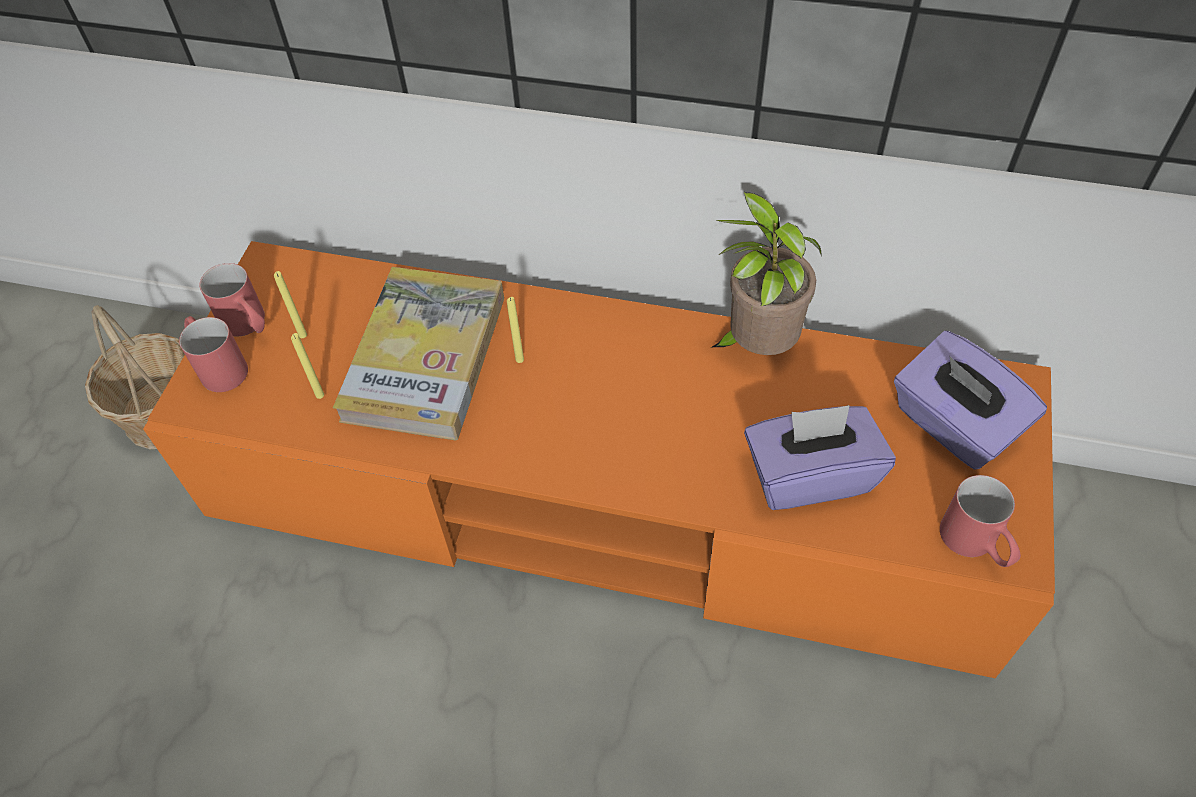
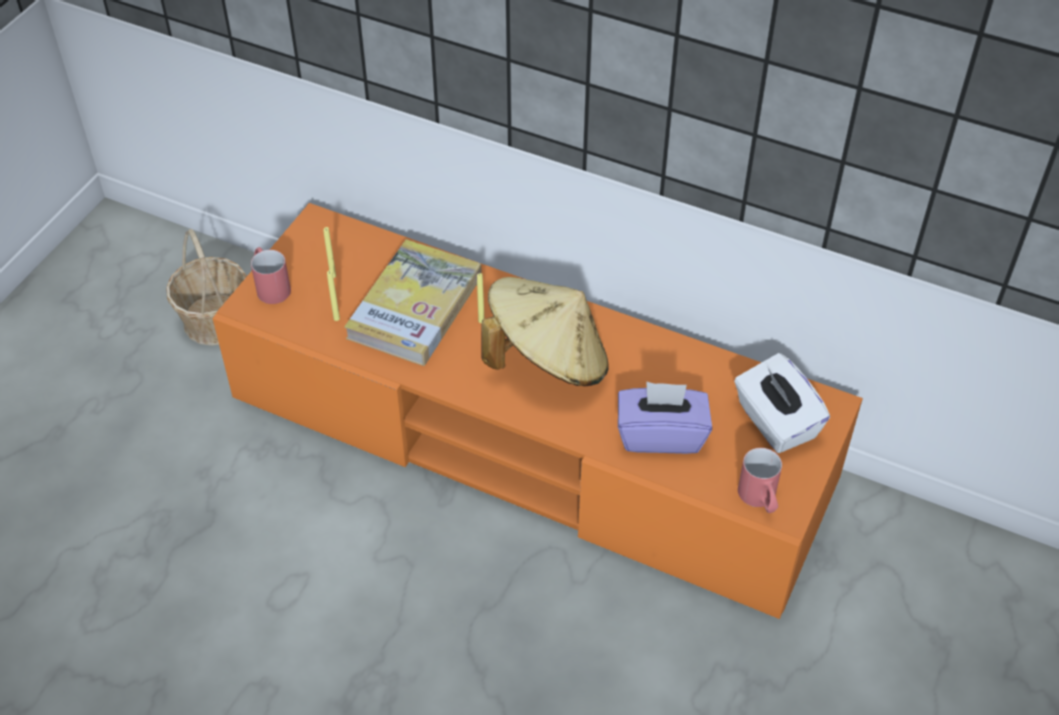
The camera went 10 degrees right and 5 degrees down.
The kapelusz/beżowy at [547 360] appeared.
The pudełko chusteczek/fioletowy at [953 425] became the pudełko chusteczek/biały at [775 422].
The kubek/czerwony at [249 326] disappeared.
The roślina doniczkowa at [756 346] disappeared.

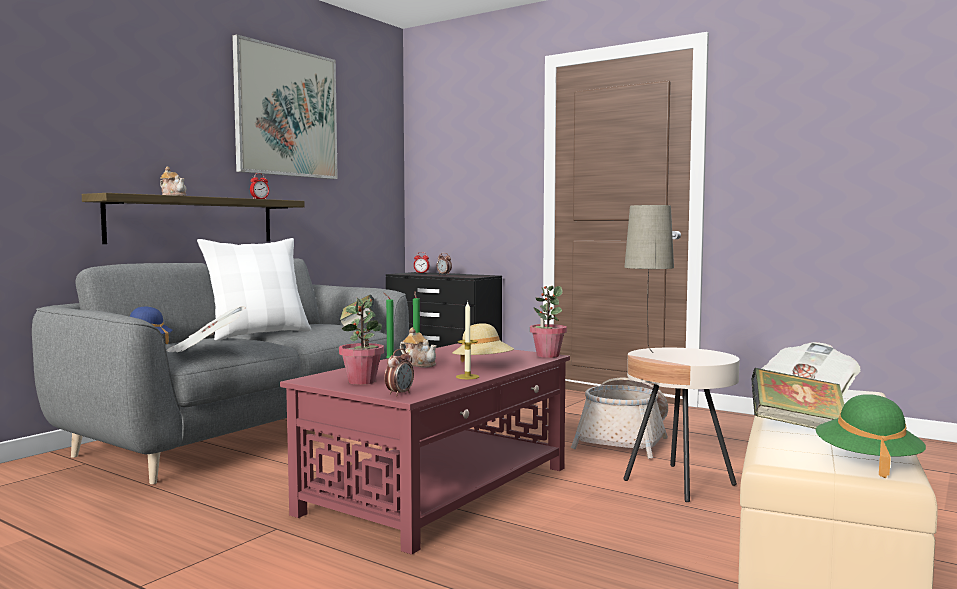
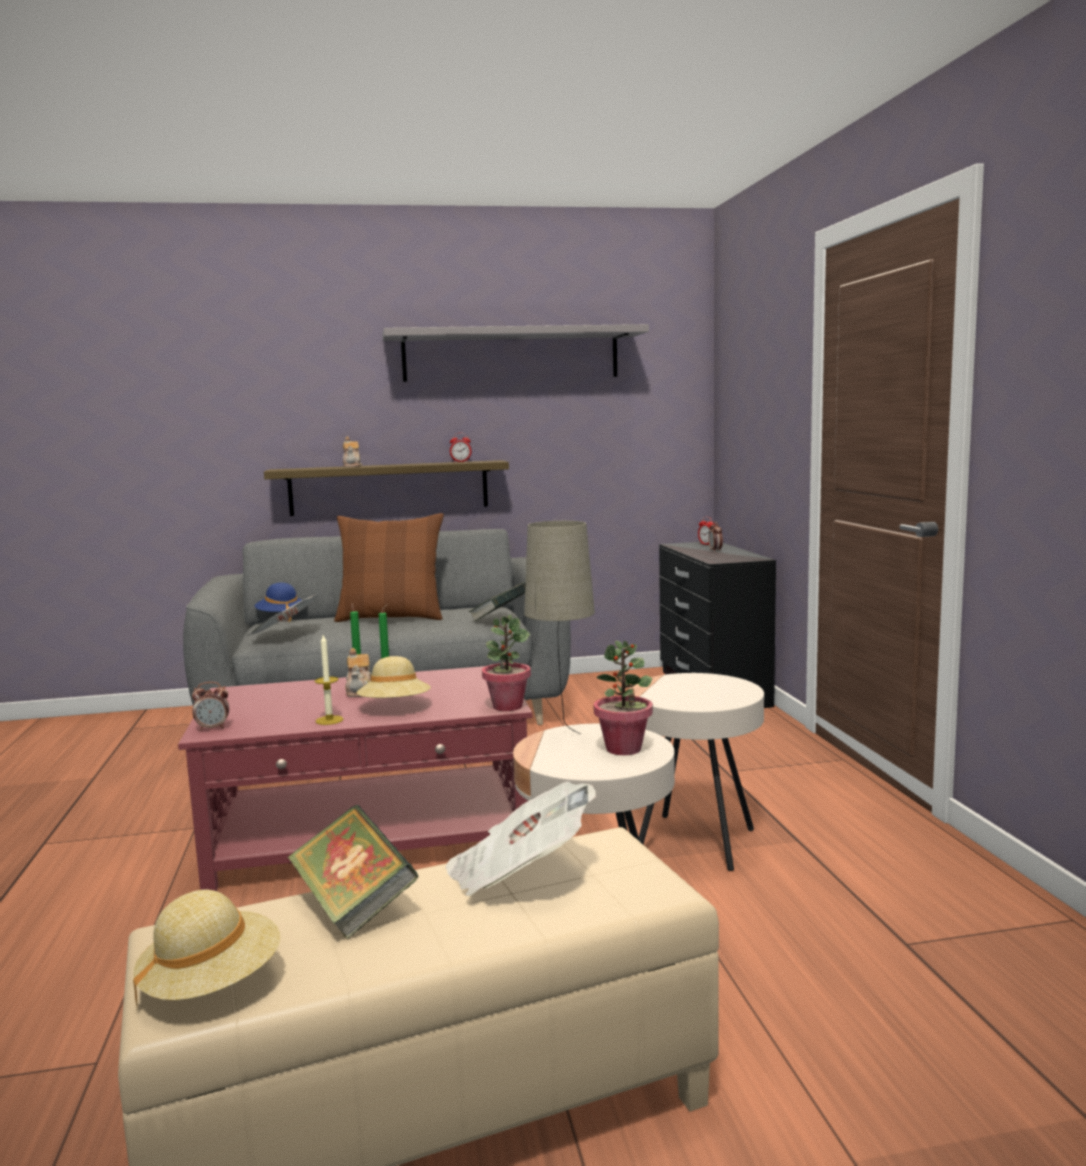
The camera went 45 degrees right and 5 degrees up.
The kapelusz/zielony at [867 462] became the kapelusz/beżowy at [211 984].
The poduszka/biały at [258 334] became the poduszka/brązowy at [391 617].
The obraz at [286 112] was replaced by the półka/szary at [511 355].
The roślina doniczkowa moved from [362 381] to [624 749].
The koszyk at [624 440] was replaced by the stolik/beżowy at [695 842].

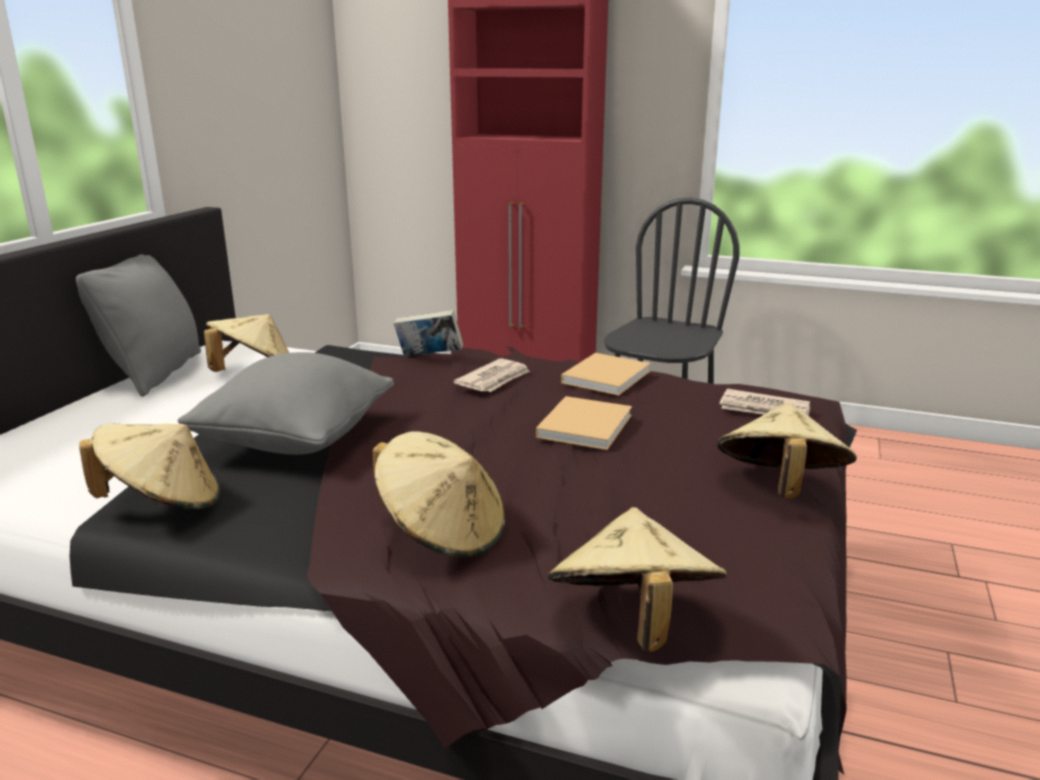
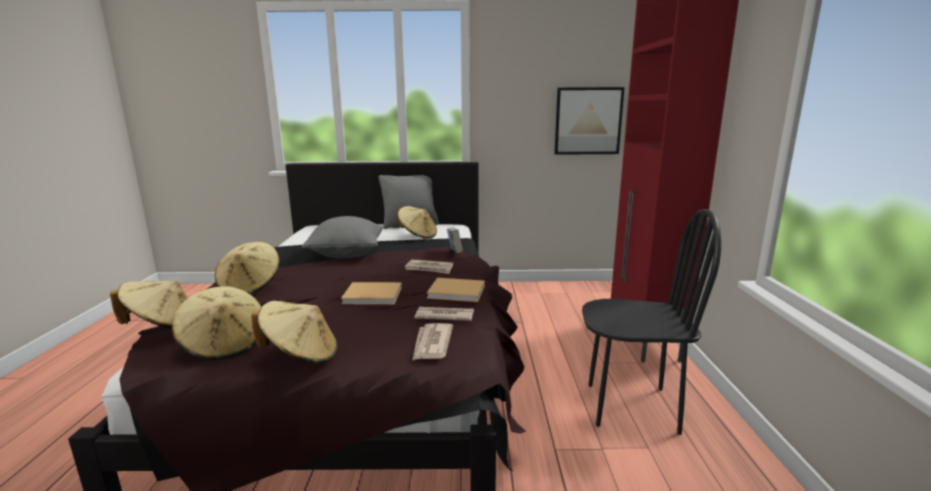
The camera went 70 degrees right and 5 degrees down.
The kapelusz/beżowy moved from [163 503] to [225 345].
The gazeta at [444 316] appeared.
The obraz at [588 121] appeared.

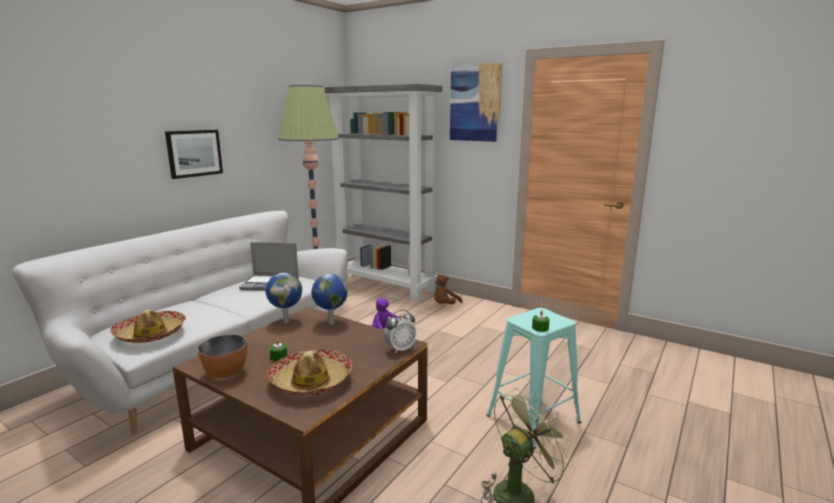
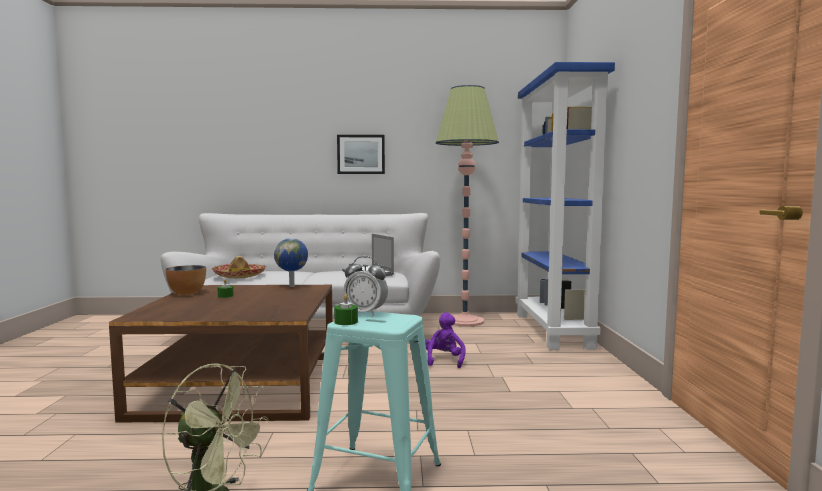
The camera went 55 degrees right and 10 degrees down.
The budzik moved from [400 349] to [366 313].
The regał/szary at [386 285] became the regał/niebieski at [553 330].
The kapelusz at [311 381] disappeared.
The globus at [330 323] disappeared.
The pluszak/brązowy at [445 305] disappeared.
The obraz at [475 103] disappeared.

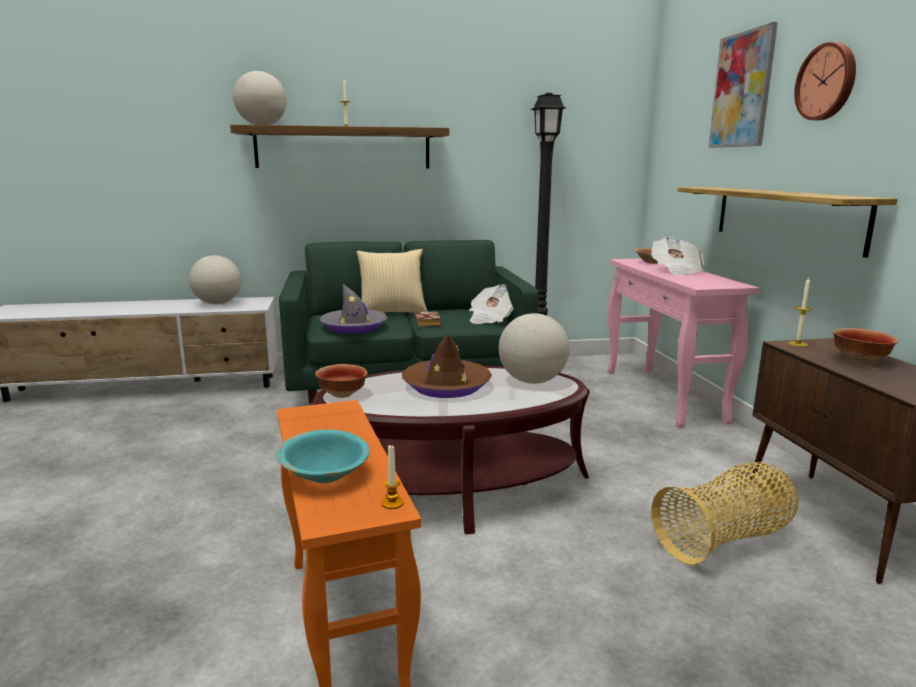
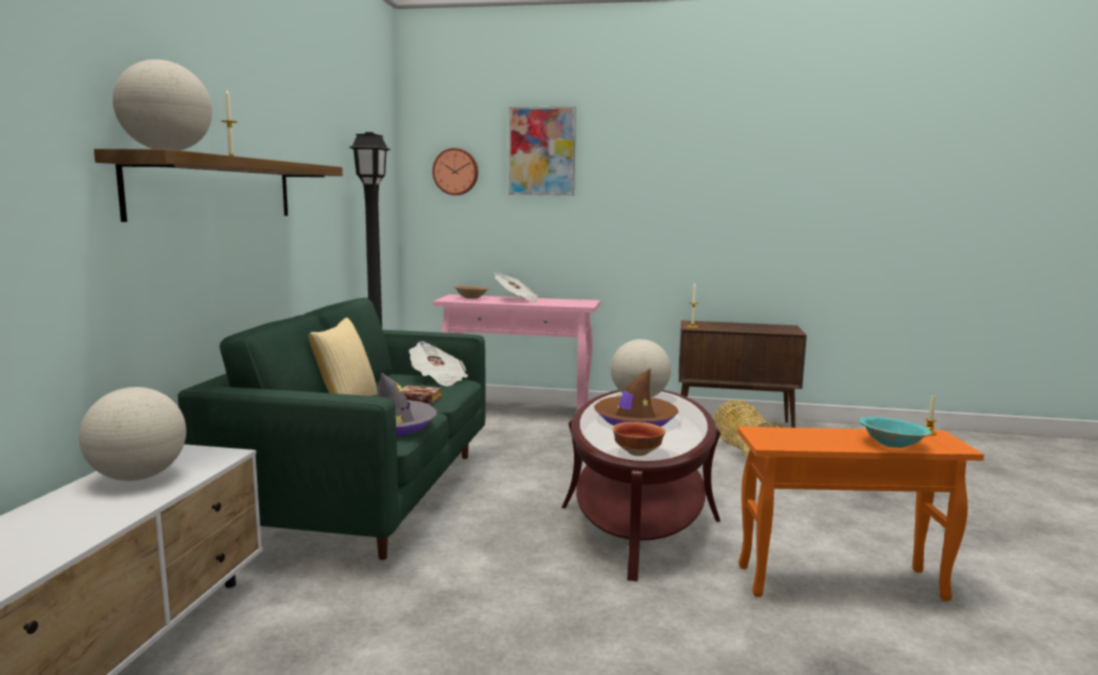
The camera went 70 degrees left and 5 degrees down.
The zegar ścienny moved from [827 82] to [456 171].
The półka at [785 217] disappeared.
The miska at [860 360] disappeared.

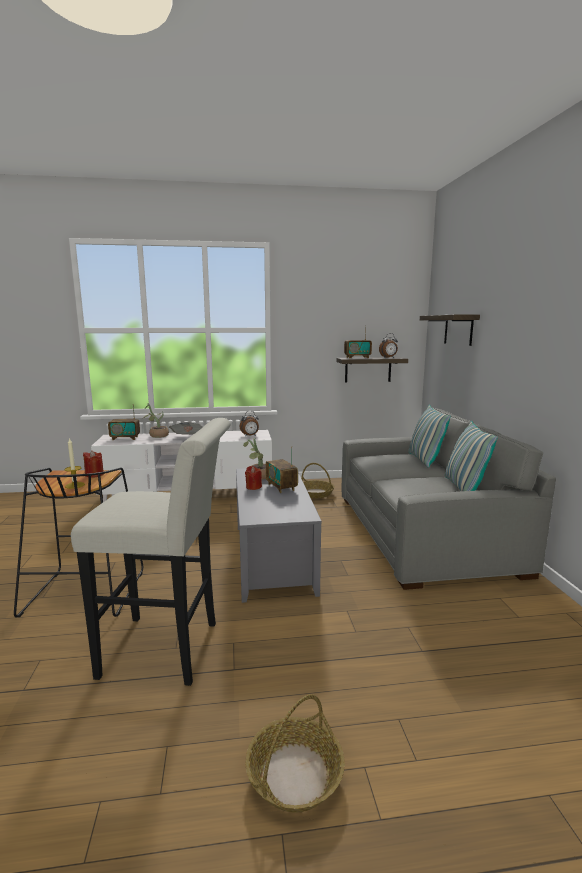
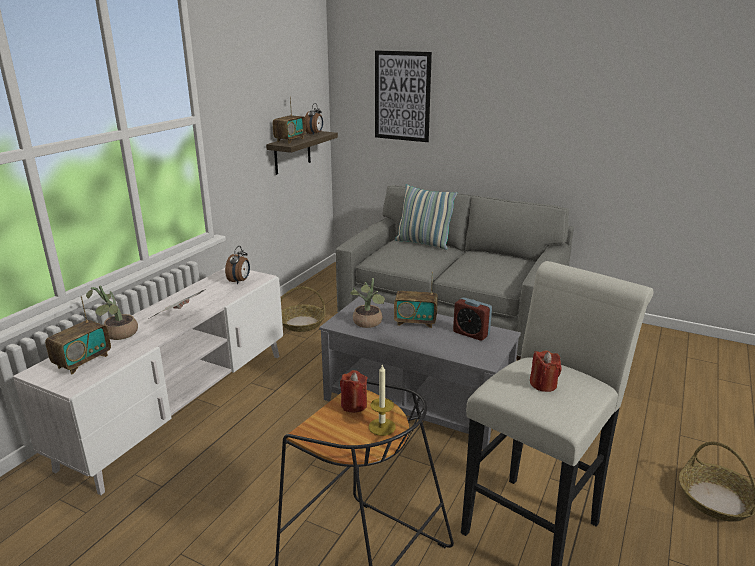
The camera went 55 degrees left and 10 degrees up.
The półka at [458 329] was replaced by the obraz at [402 96].
The budzik at [471 333] appeared.
The świeca/czerwony moved from [253 487] to [543 384].
The poduszka at [464 487] disappeared.

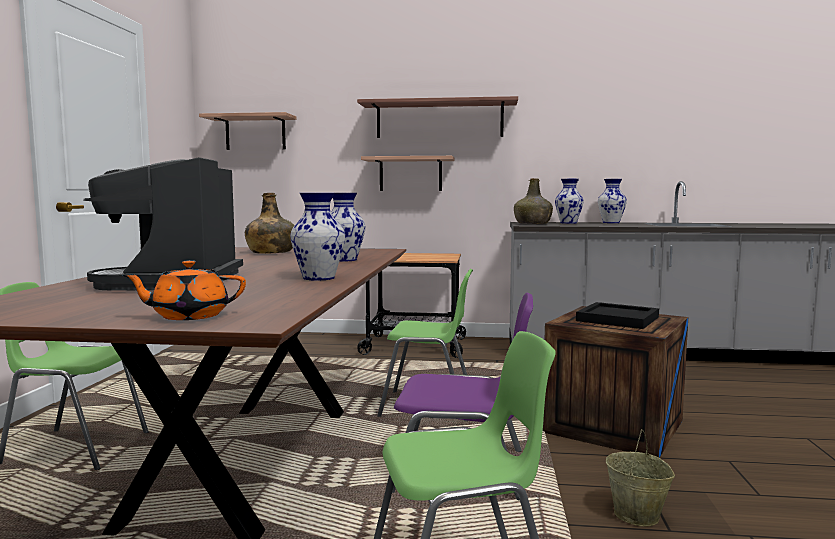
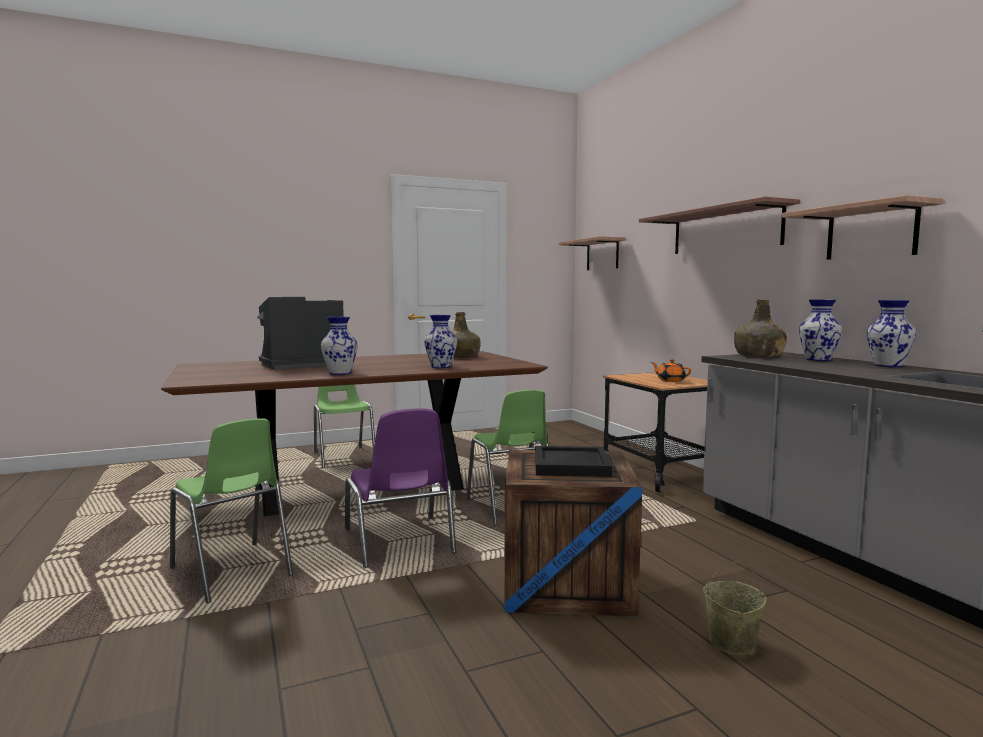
The camera went 60 degrees right and 0 degrees up.
The imbryk/pomarańczowy moved from [189 316] to [670 380].
The wiadro/beżowy moved from [637 515] to [731 643].
The półka moved from [410 174] to [871 232].

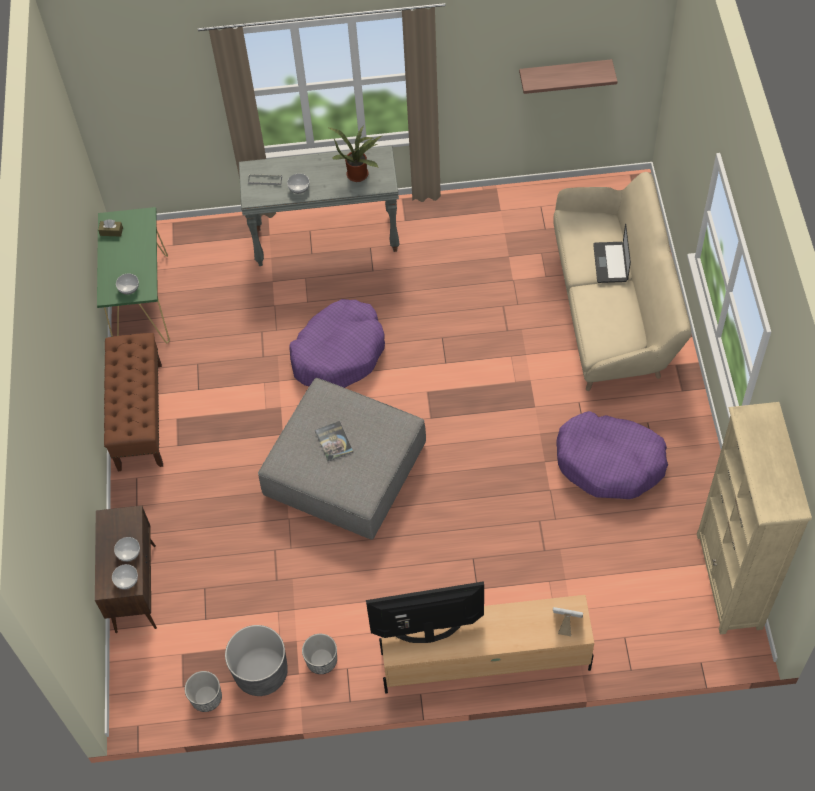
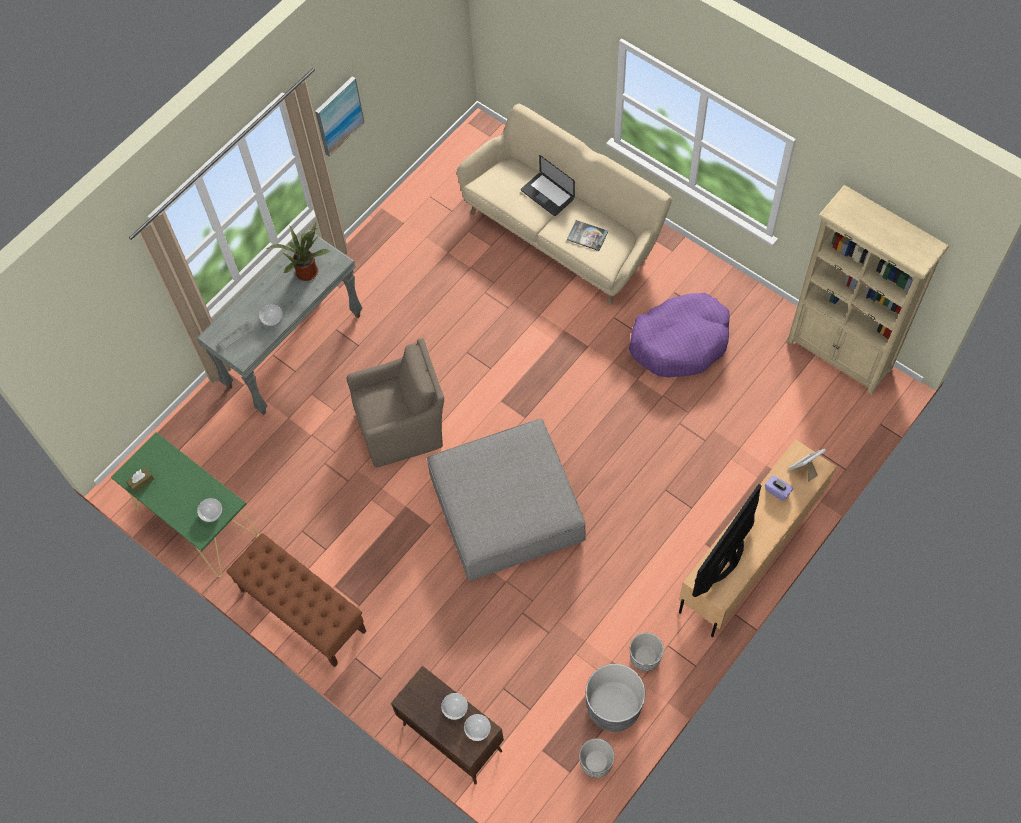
The camera went 45 degrees left and 5 degrees up.
The obraz at [338 115] appeared.
The legowisko/fioletowy at [339 353] was replaced by the fotel/brązowy at [403 428].
The książka moved from [334 441] to [587 236].
The pudełko chusteczek/fioletowy at [777 491] appeared.
The półka at [565 74] disappeared.

